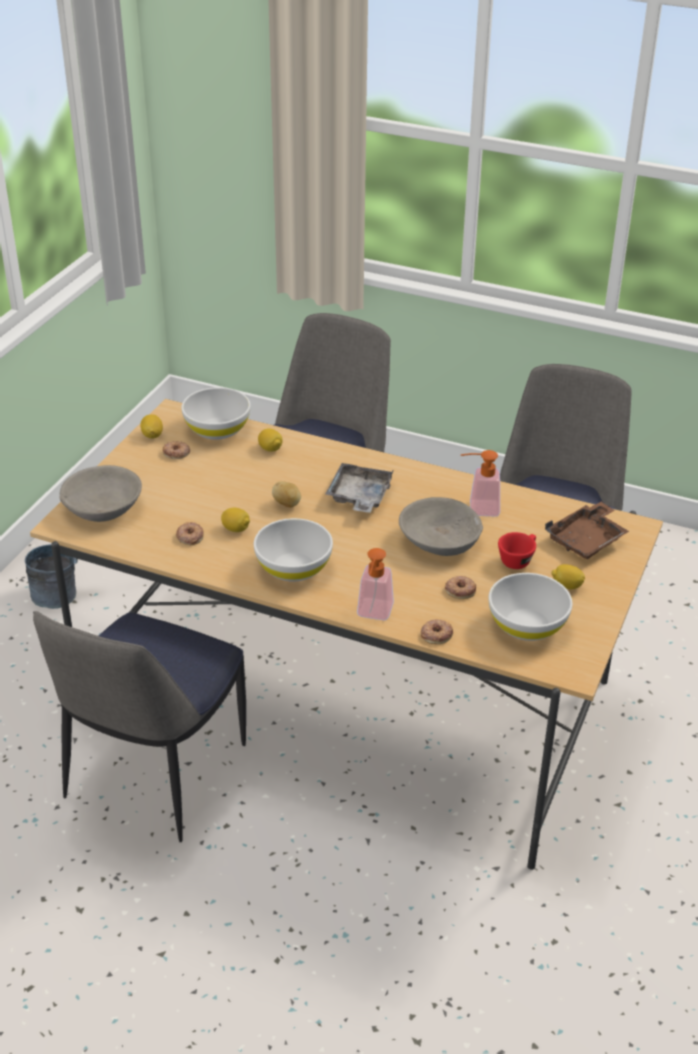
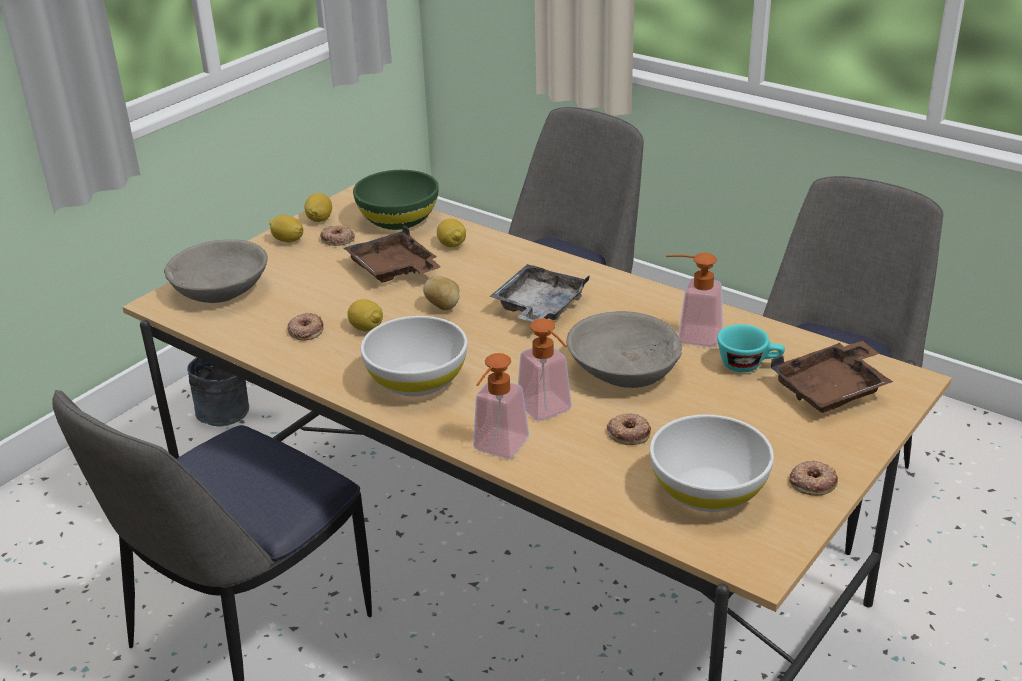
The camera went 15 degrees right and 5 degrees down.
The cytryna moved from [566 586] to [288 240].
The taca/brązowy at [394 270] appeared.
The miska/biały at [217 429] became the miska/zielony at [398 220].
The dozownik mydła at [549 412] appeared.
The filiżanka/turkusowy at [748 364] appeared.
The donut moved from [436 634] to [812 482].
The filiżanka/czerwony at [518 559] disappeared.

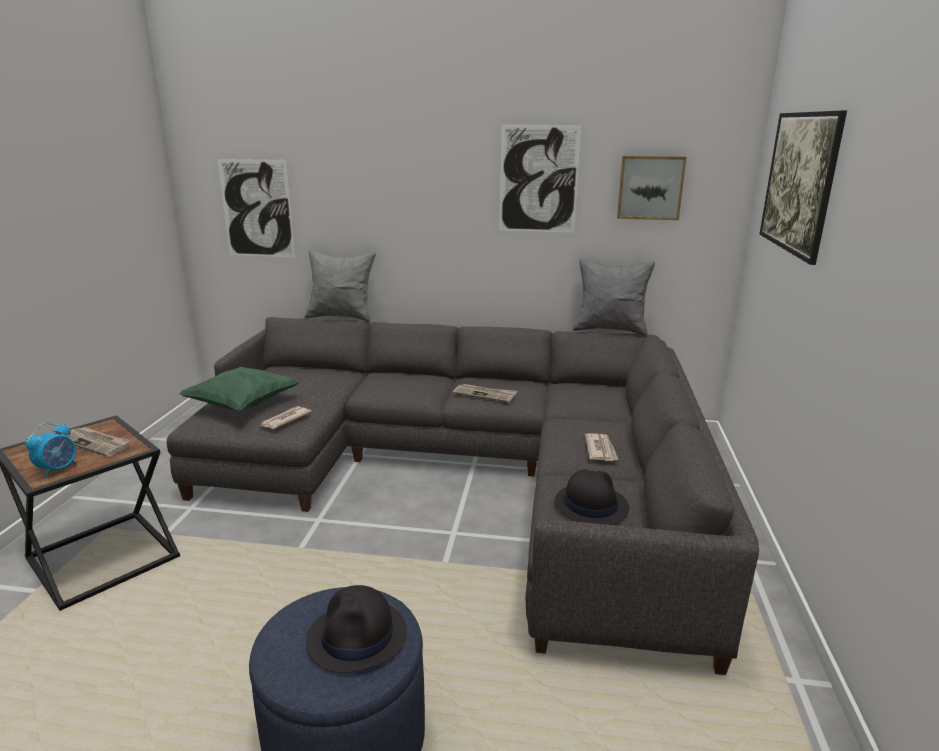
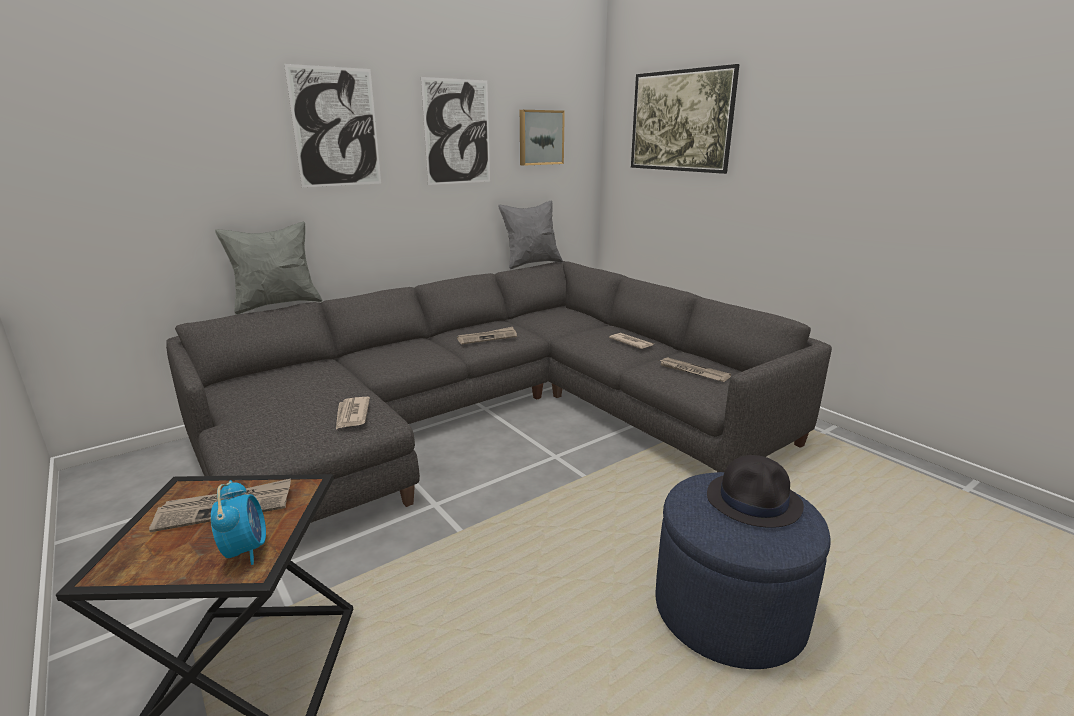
The camera went 45 degrees left and 0 degrees up.
The obraz moved from [257 209] to [336 128].
The kapelusz/czarny at [590 505] was replaced by the gazeta at [692 371].
The poduszka/zielony at [243 405] disappeared.

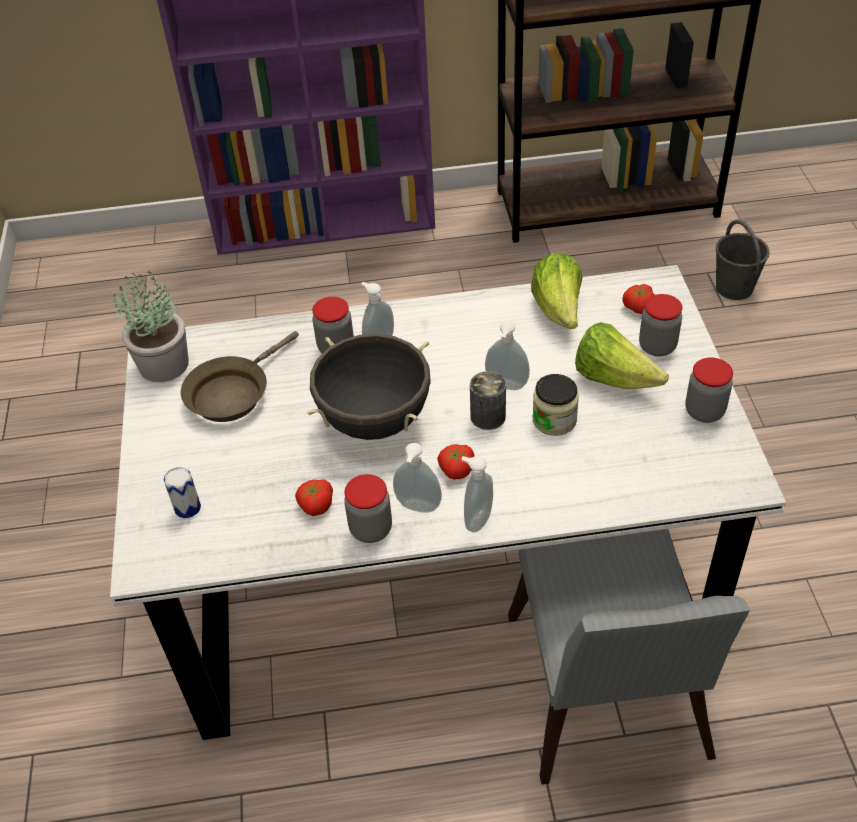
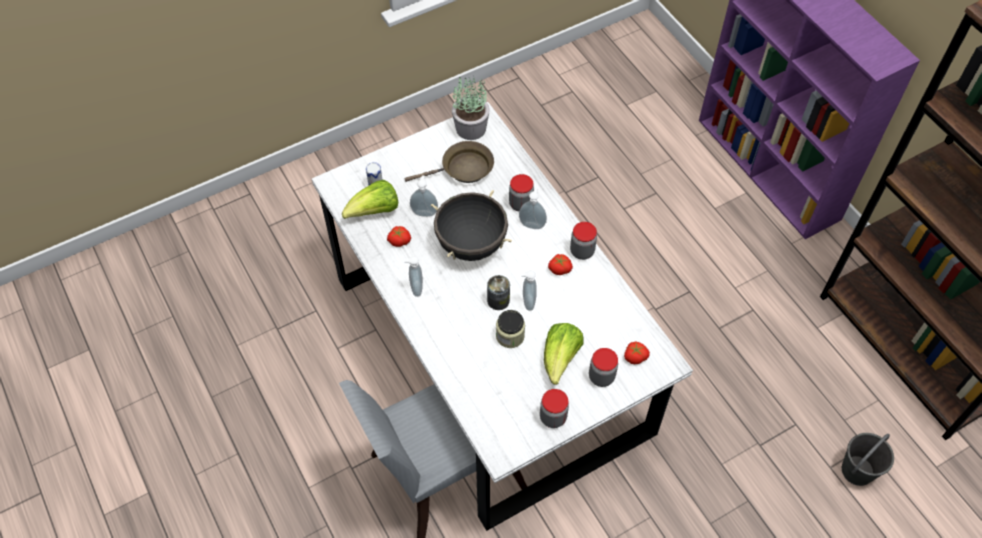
The camera went 65 degrees right and 10 degrees up.
The sałata moved from [558 310] to [374 211].
The patelnia/brązowy at [232 393] turned 150 degrees clockwise.
The dozownik mydła moved from [476 519] to [424 212].
The pomidor moved from [455 469] to [559 268].
The słoik moved from [371 529] to [582 251].

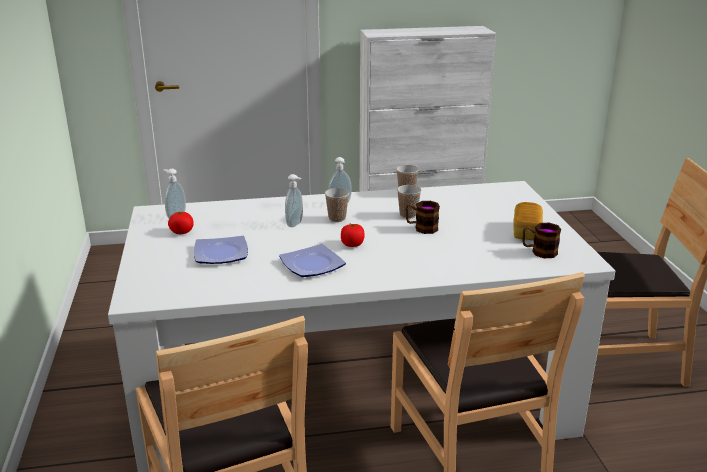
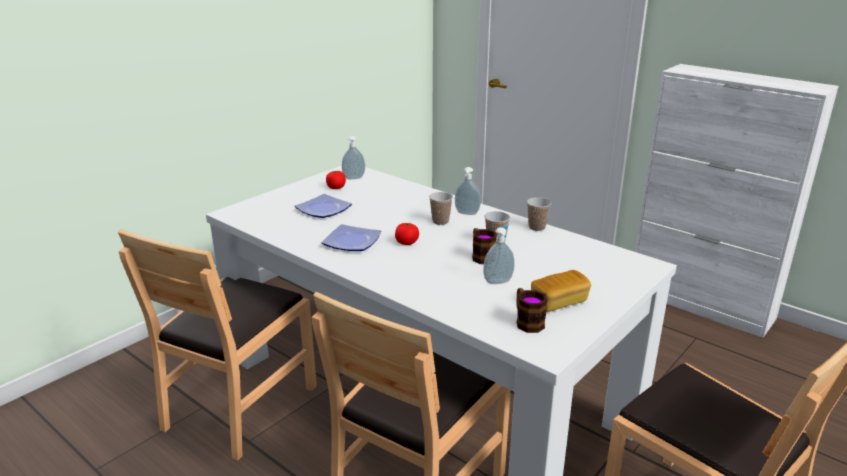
The camera went 50 degrees right and 0 degrees up.
The dozownik mydła moved from [295 224] to [498 282].

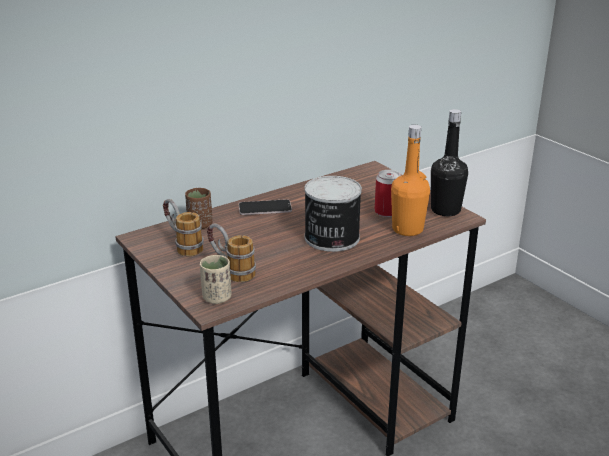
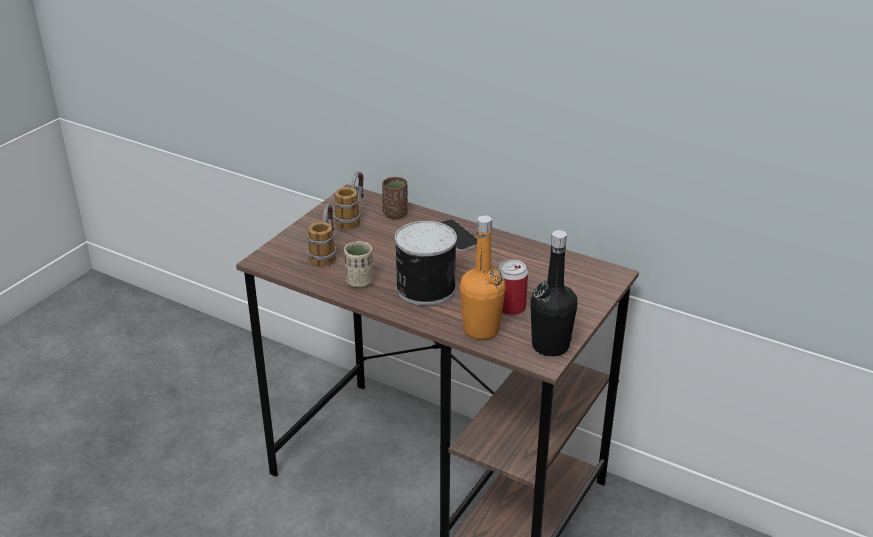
The camera went 65 degrees right and 5 degrees up.
The filiżanka/beżowy moved from [217 298] to [359 282].

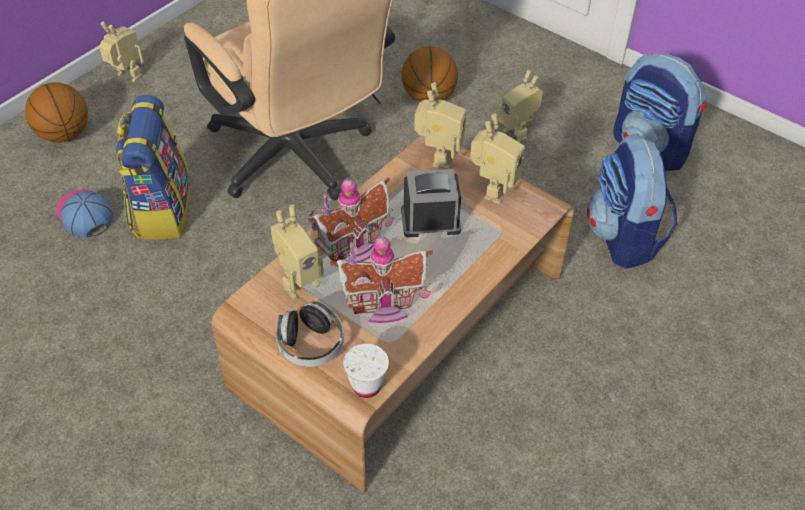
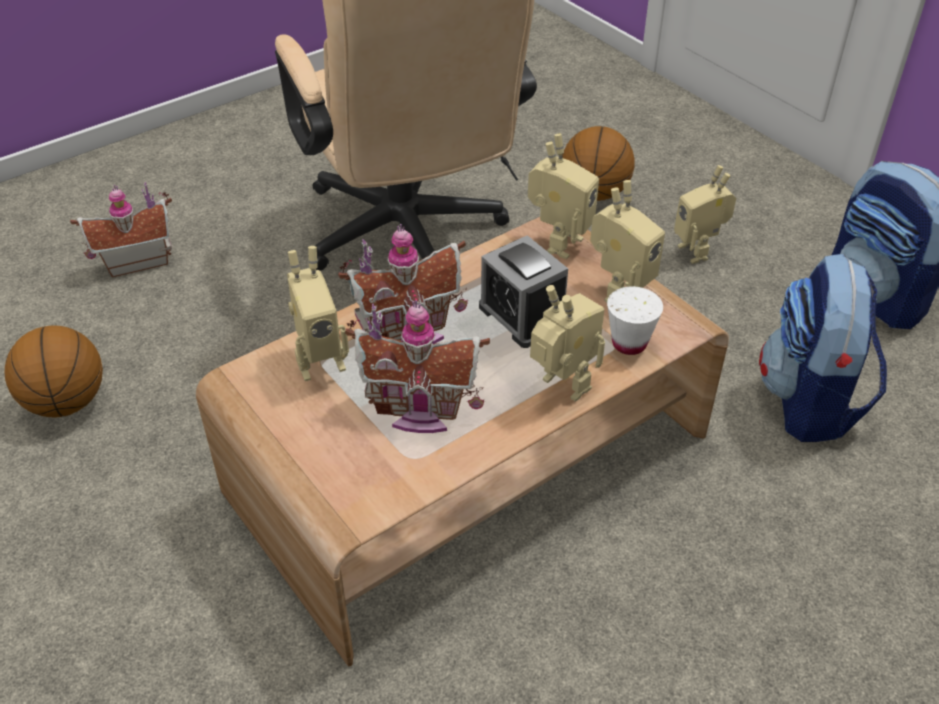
The camera went 15 degrees right and 5 degrees down.
The piłka do koszykówki moved from [64 135] to [66 403].
The czapka z daszkiem at [84 215] was replaced by the domek at [136 260].
The budzik at [430 220] turned 135 degrees counterclockwise.
The robot zabawkowy moved from [127 77] to [561 388].
The filiżanka/biały moved from [366 386] to [629 343].
The plecak at [161 210] disappeared.
The słuchawki at [310 345] disappeared.

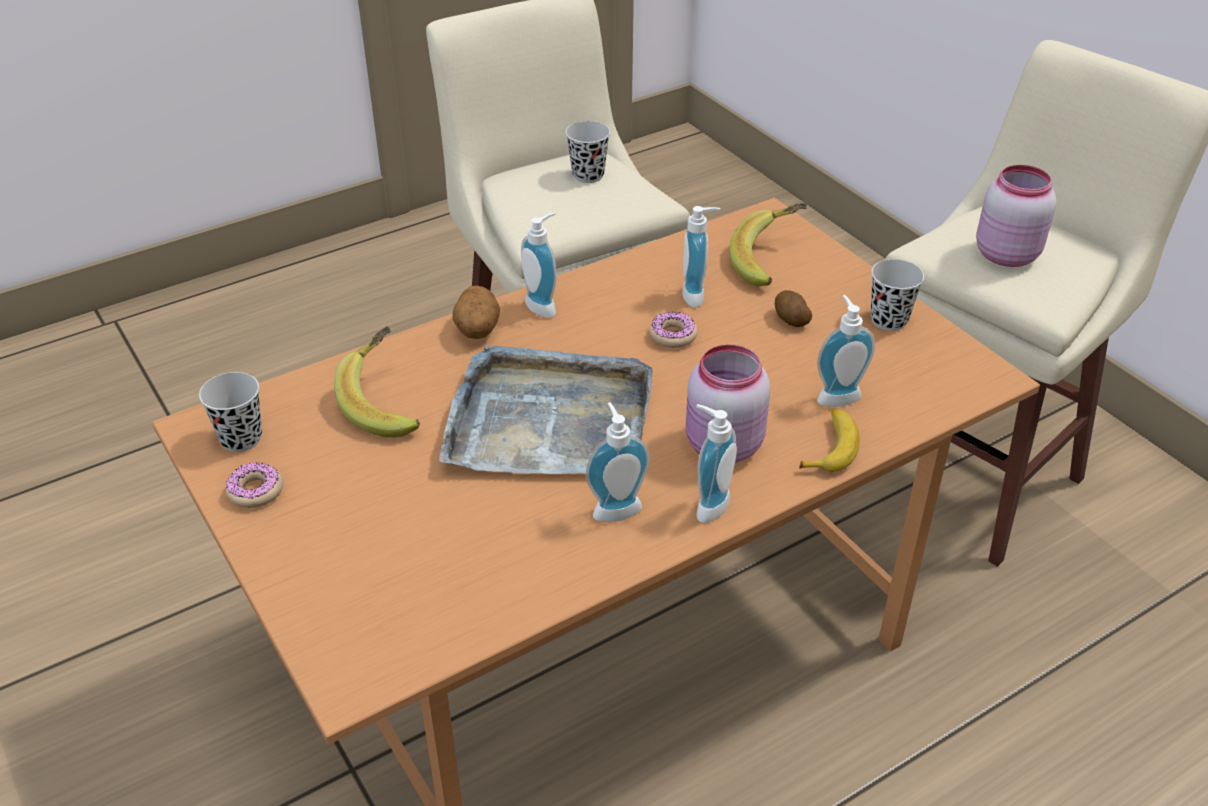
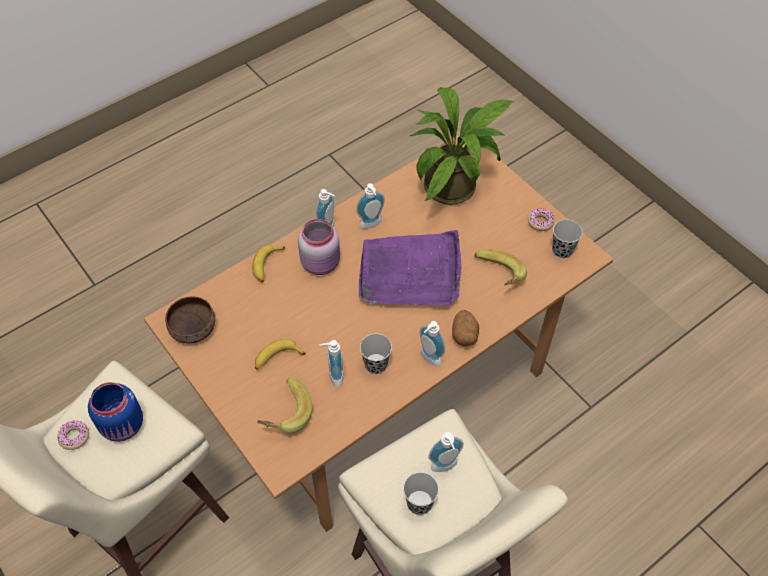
The camera went 175 degrees right and 15 degrees up.
The donut moved from [673 335] to [74 437].
The słoik/różowy at [1004 254] became the słoik/niebieski at [123 426].
The miska/brązowy at [192 327] appeared.
The ziemniak at [790 319] was replaced by the banan at [277 358].
The taca/szary at [549 420] became the taca/fioletowy at [410 272].
The filiżanka/czarny moved from [889 320] to [376 364].
The roślina doniczkowa at [456 186] appeared.
The dozownik mydła moved from [836 395] to [445 467].

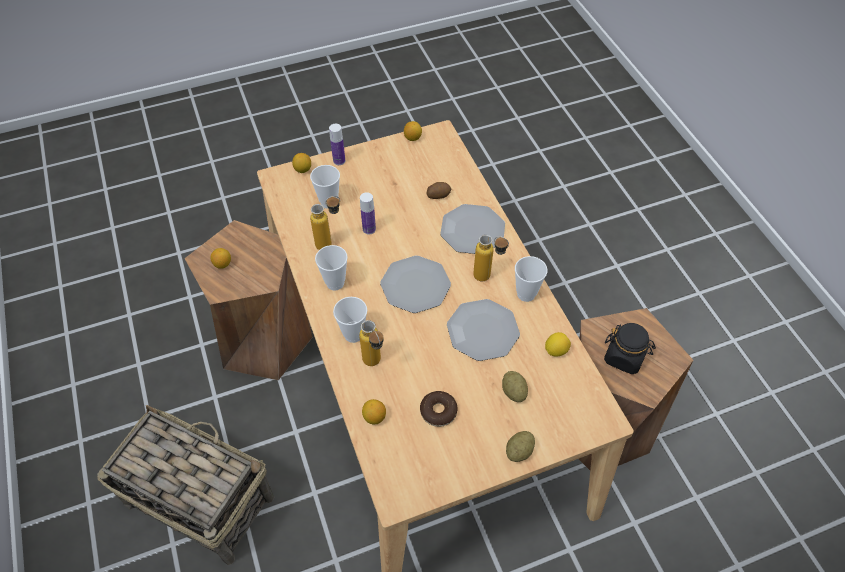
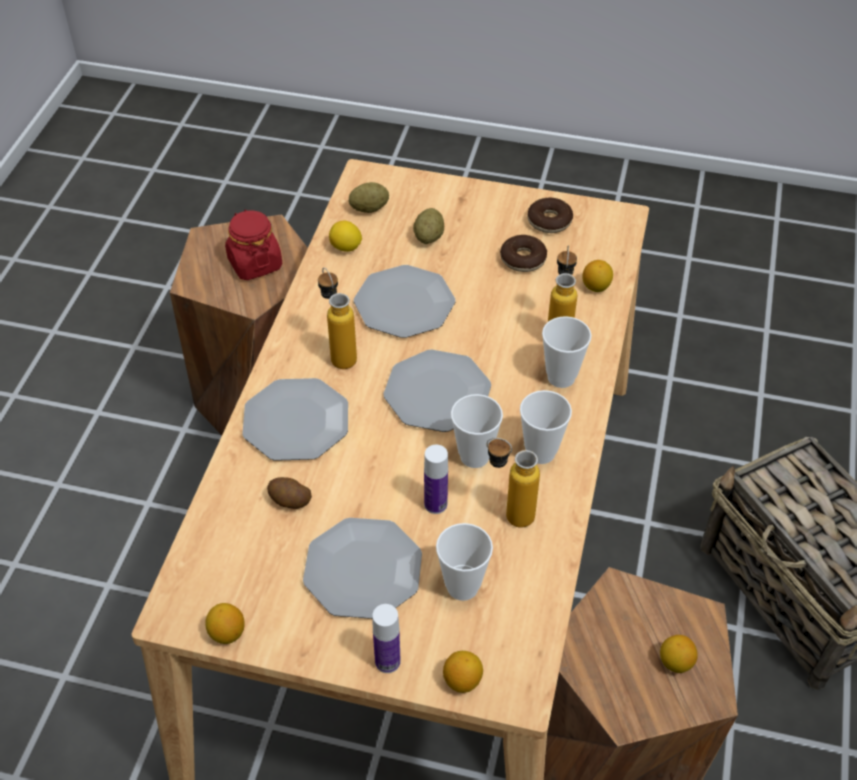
The camera went 145 degrees left and 5 degrees down.
The słoik/czarny at [624 357] became the słoik/czerwony at [255 263].
The talerz at [363 569] appeared.
The ziemniak moved from [519 451] to [369 208].
The filiżanka moved from [526 294] to [474 456].
The donut at [549 221] appeared.

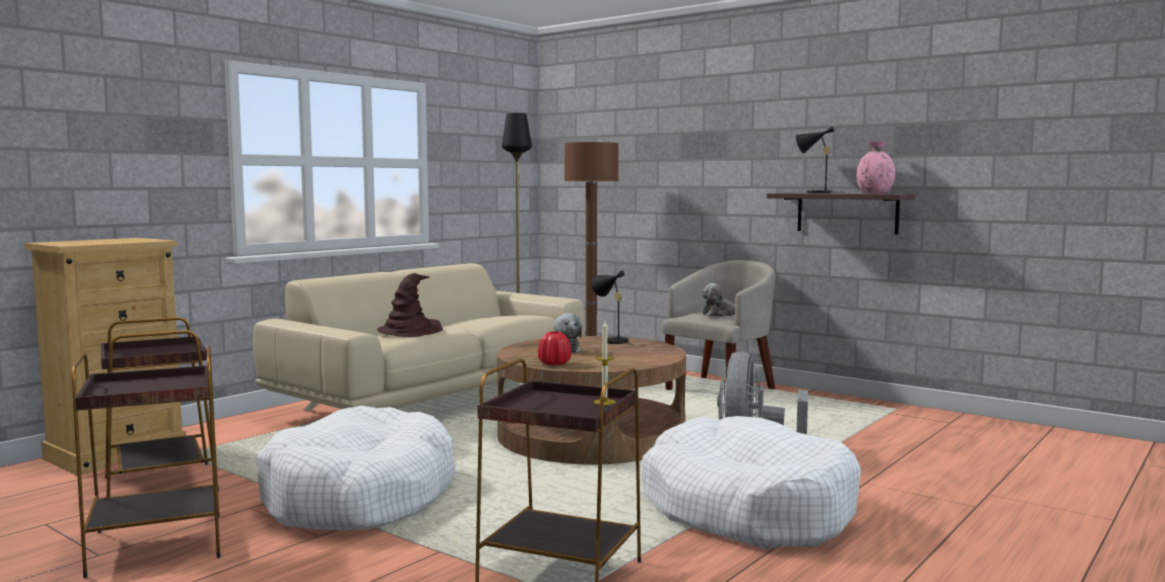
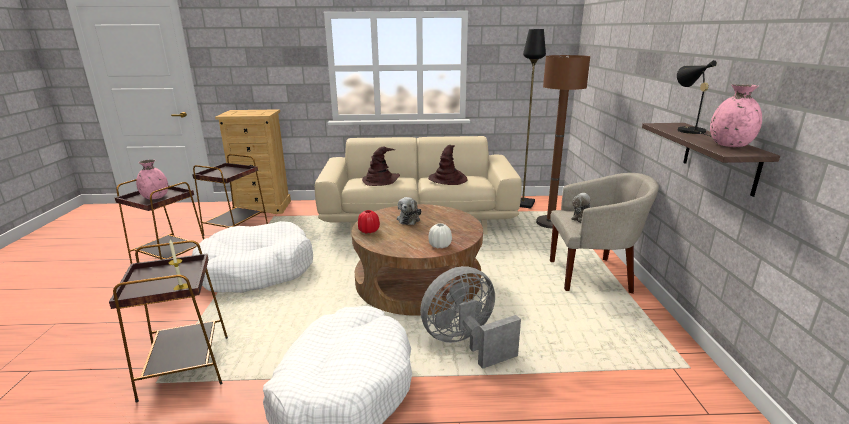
The camera went 50 degrees right and 15 degrees up.
The wazon/różowy at [155 197] appeared.
The kapelusz/brązowy at [448 179] appeared.
The wazon/biały at [440 245] appeared.
The lampa stołowa/czarny at [611 341] disappeared.

